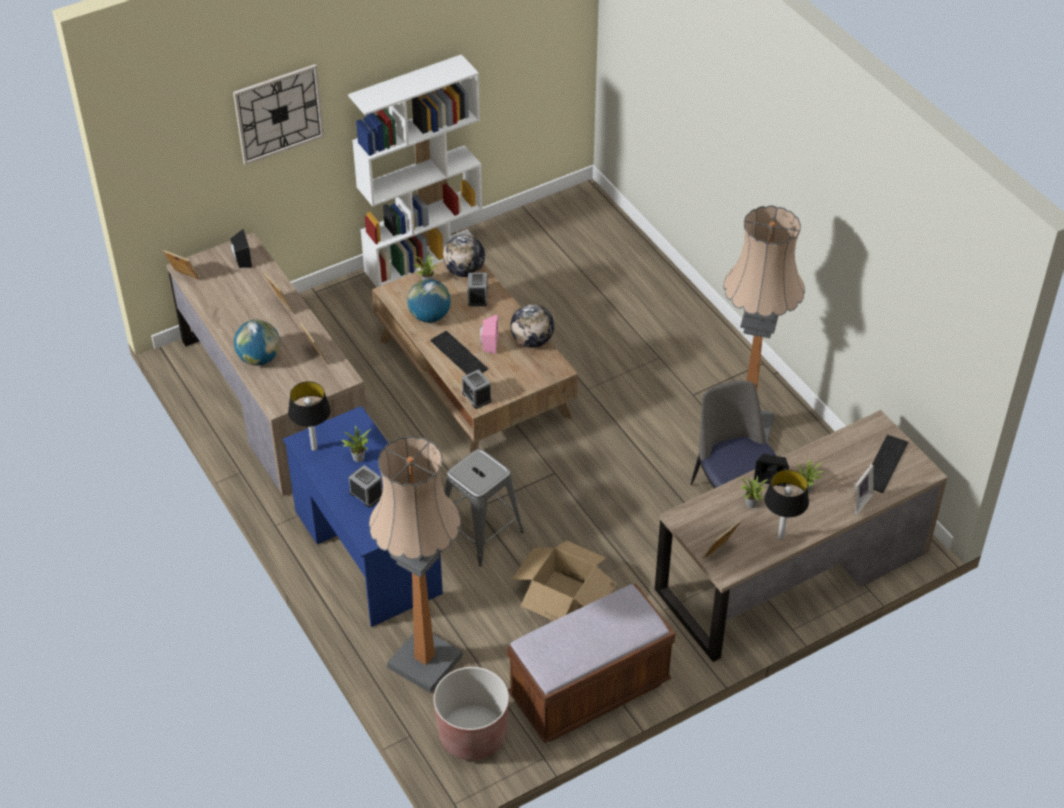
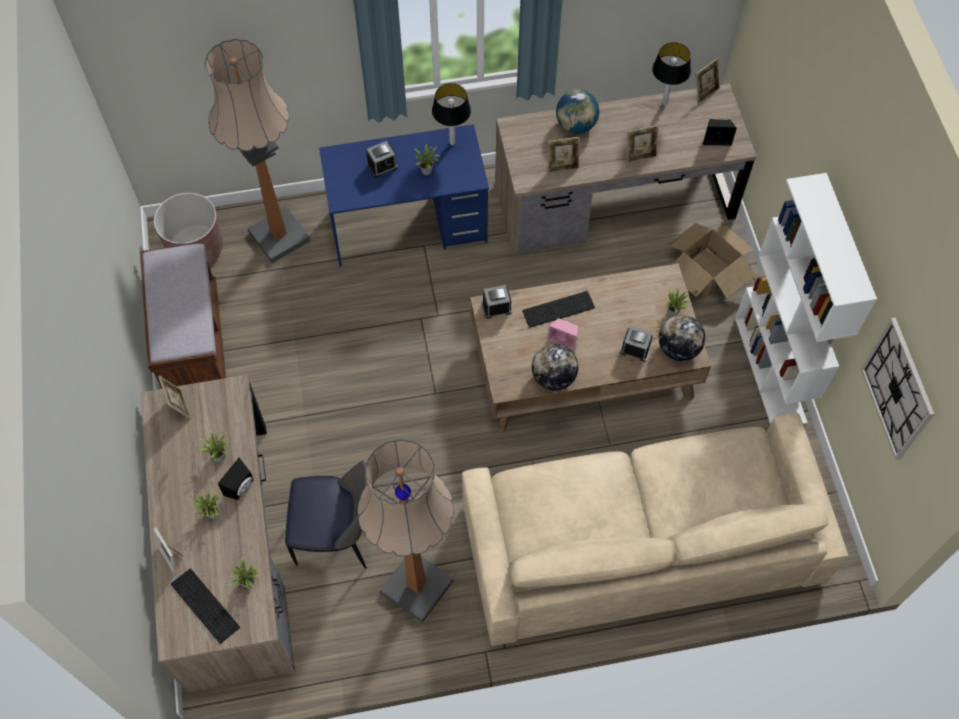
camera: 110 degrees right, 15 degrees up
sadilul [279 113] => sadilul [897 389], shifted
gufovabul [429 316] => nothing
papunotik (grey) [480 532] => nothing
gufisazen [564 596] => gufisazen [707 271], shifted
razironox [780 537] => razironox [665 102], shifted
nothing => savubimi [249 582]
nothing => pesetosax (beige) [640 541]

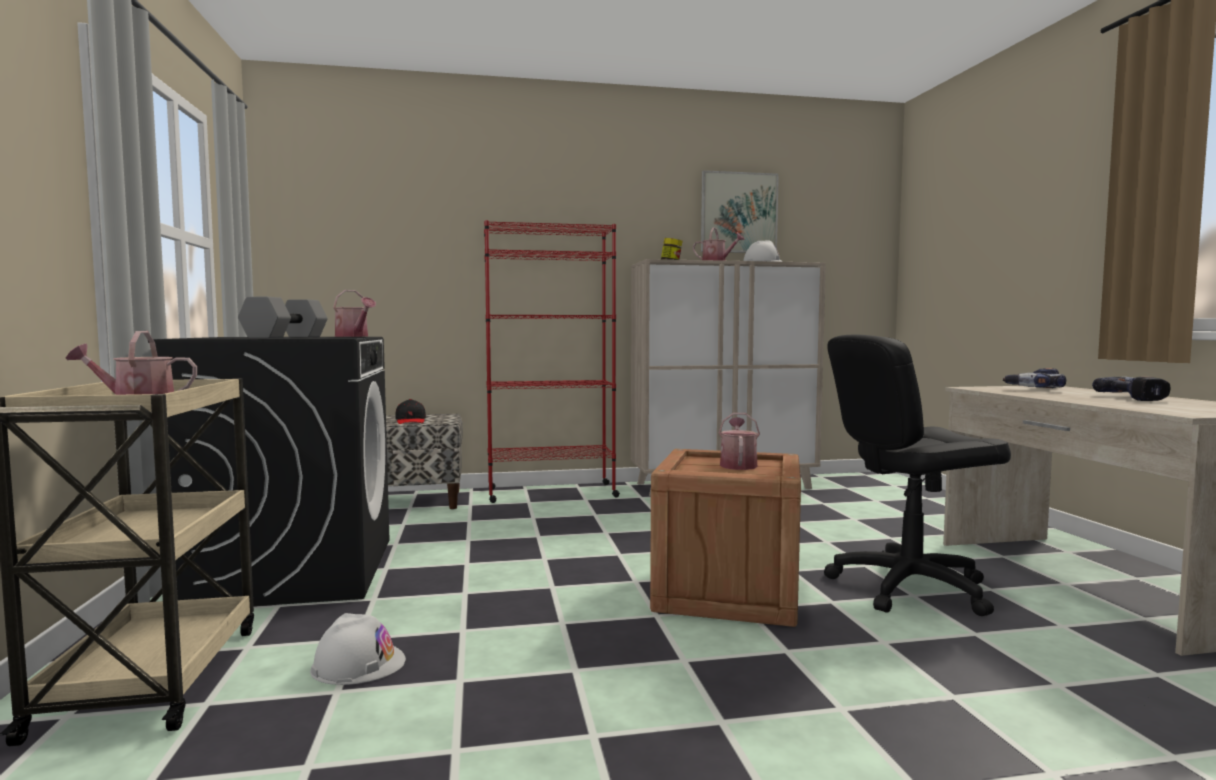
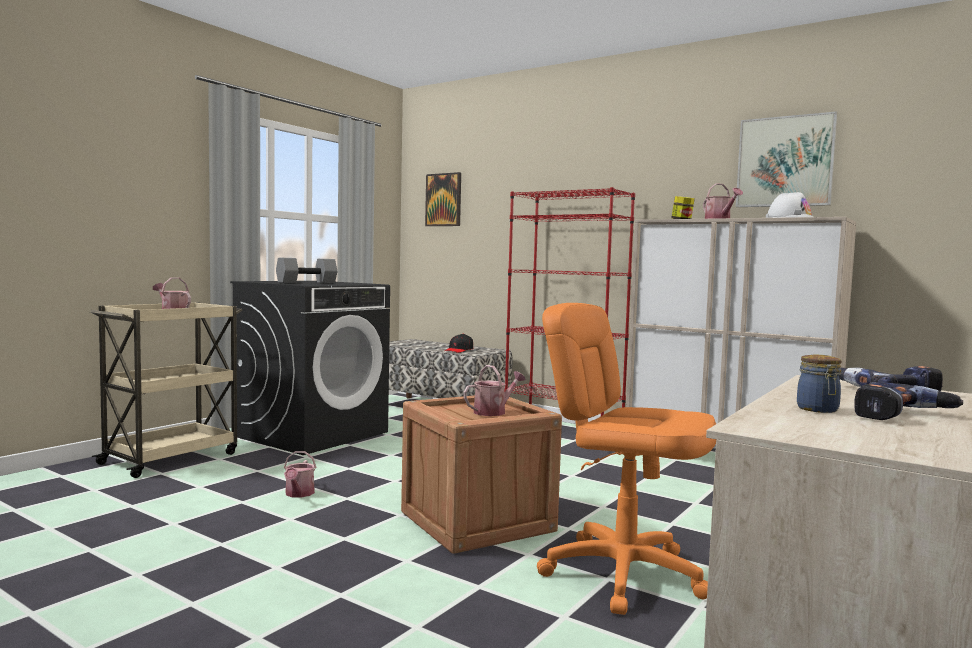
camera: 45 degrees right, 0 degrees up
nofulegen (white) [358 664] => nothing
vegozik [354 336] => vegozik [298 494], shifted
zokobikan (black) [909 587] => zokobikan (orange) [623 574]
nothing => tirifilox [443 200]
nothing => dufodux [818 409]

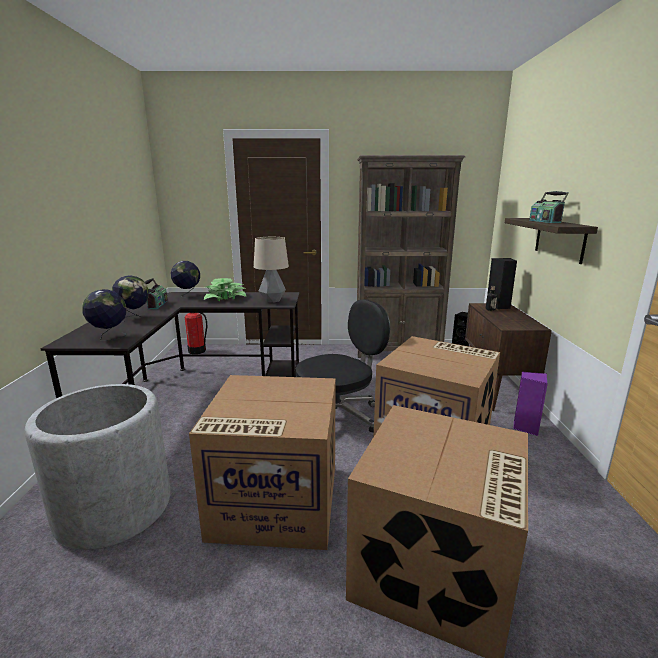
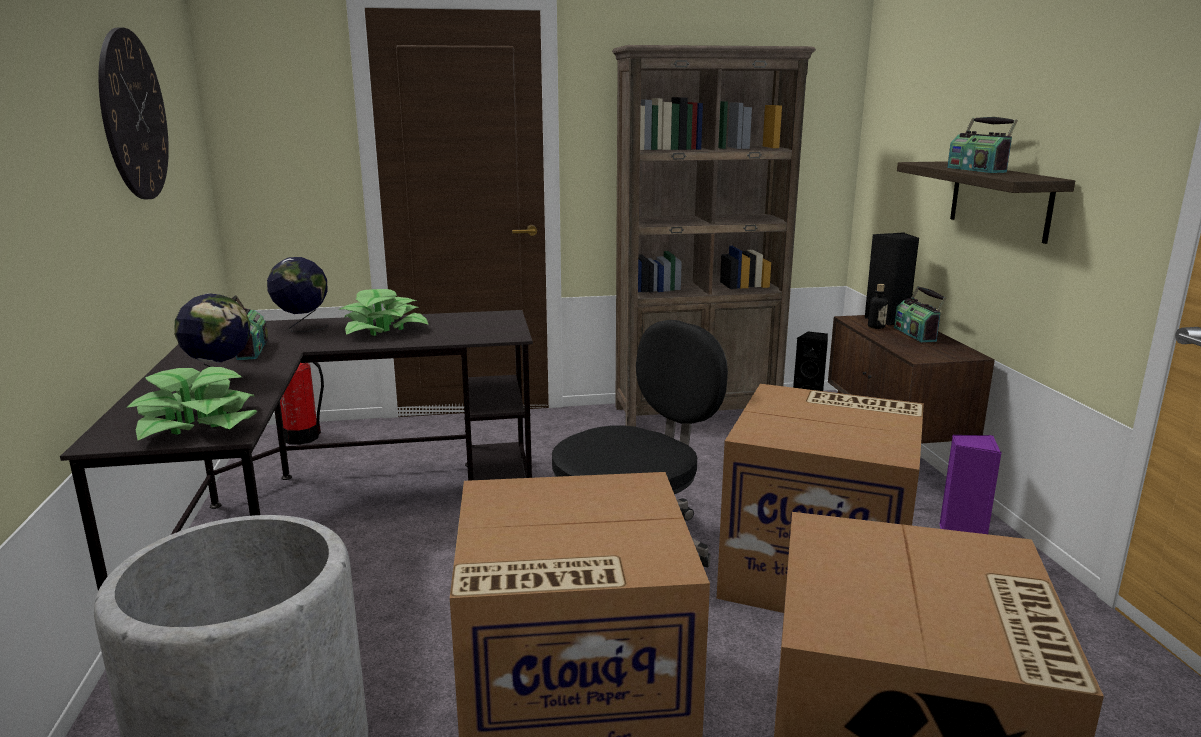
camera: 10 degrees left, 0 degrees up
gufovabul [109 337] => savubimi [197 424]
razironox [272 300] => nothing
nothing => sadilul [133 115]
nothing => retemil [916 334]

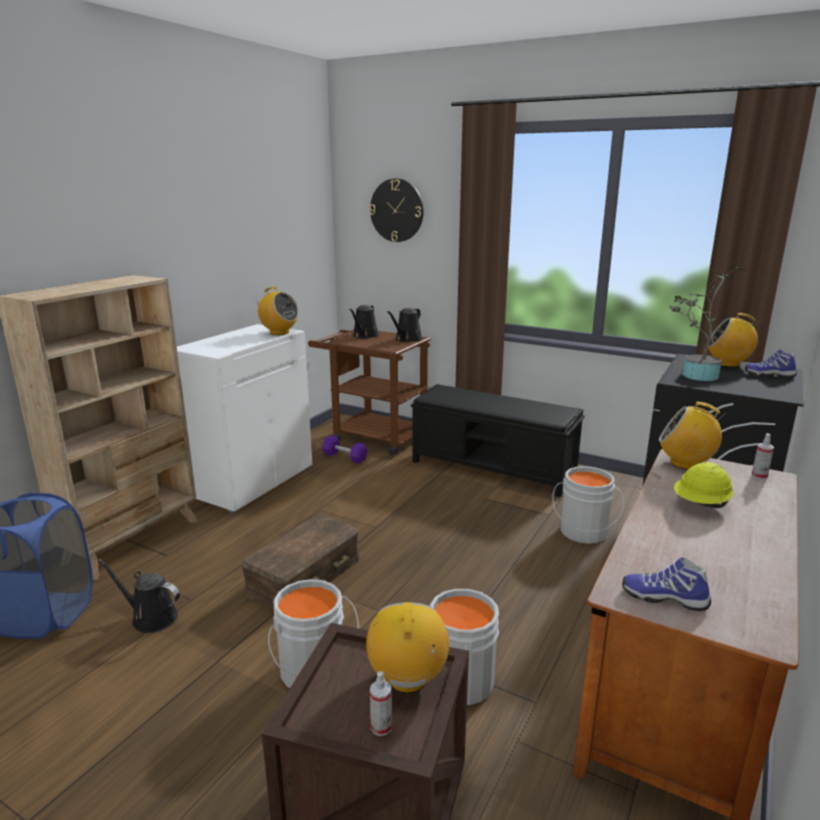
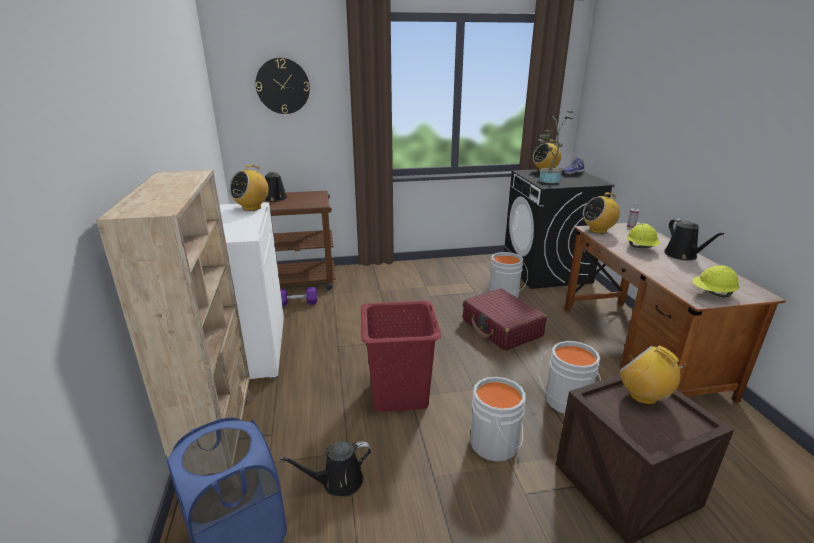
camera: 40 degrees left, 5 degrees up
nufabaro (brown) [303 576] => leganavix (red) [399 393]
retemil [279 332] => retemil [252 208], 135 degrees clockwise
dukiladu [381 727] => nothing
vegozik (black) [407 339] => vegozik (black) [682 255], shifted
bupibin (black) [494 468] => nothing
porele [664 597] => nofulegen (yellow) [712 294]
nothing => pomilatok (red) [501 328]

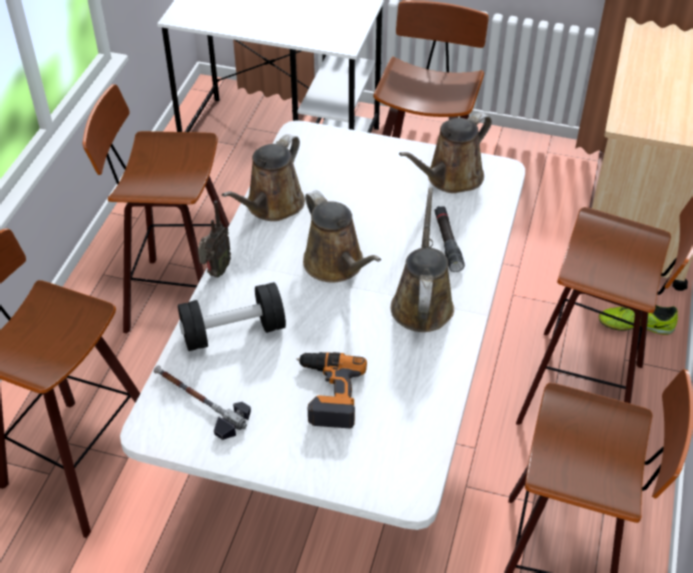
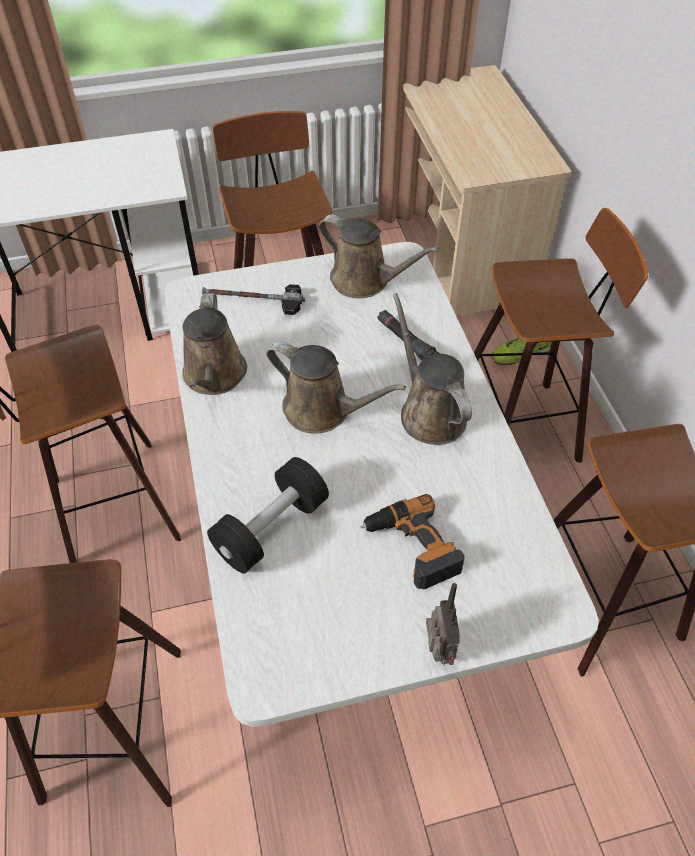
camera: 30 degrees left, 5 degrees up
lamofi [198 402] => lamofi [253 300], shifted
retemil [216 272] => retemil [438 652], shifted
vegozik (brown) [450 178] => vegozik (brown) [365 281], 75 degrees counterclockwise

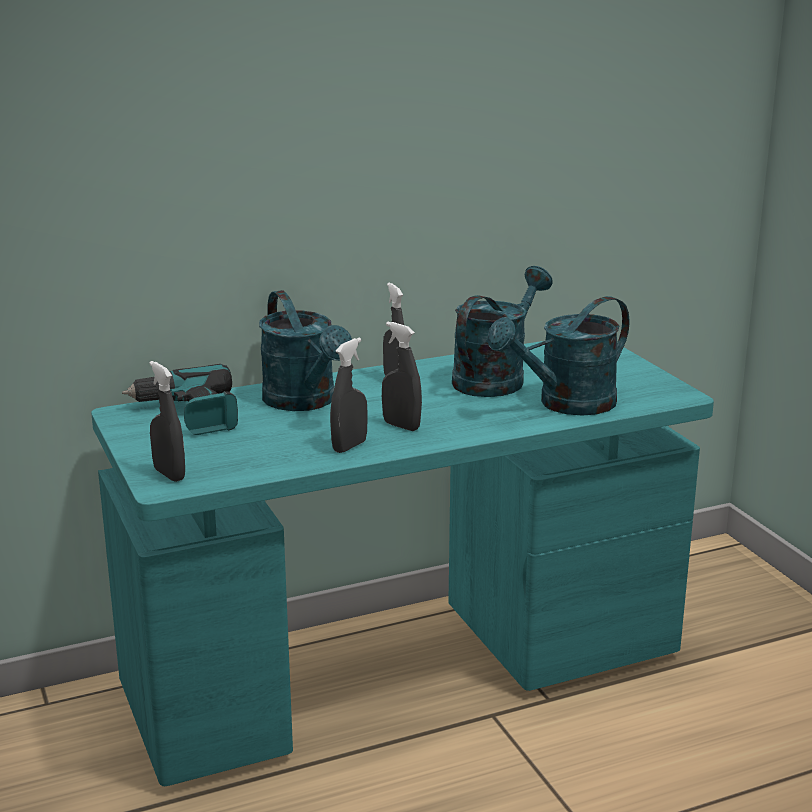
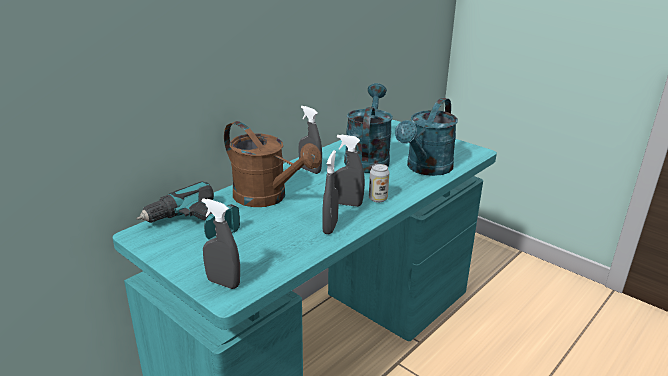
camera: 25 degrees left, 5 degrees up
vegozik (turquoise) [305 402] => vegozik (brown) [267 198]
nothing => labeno [378 199]

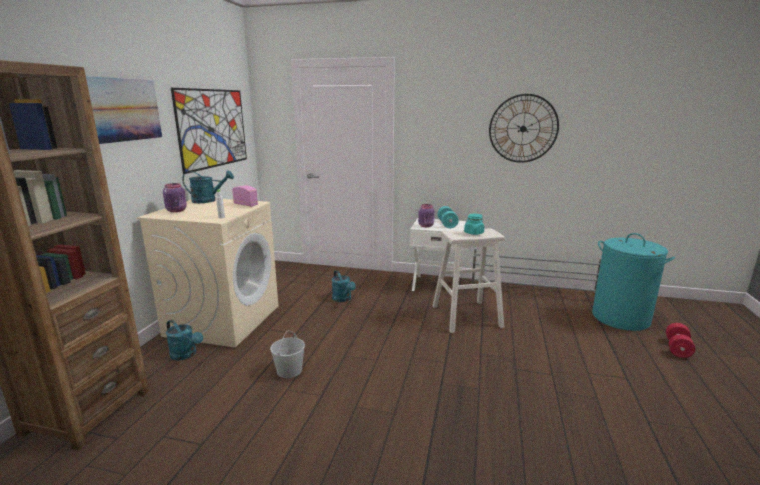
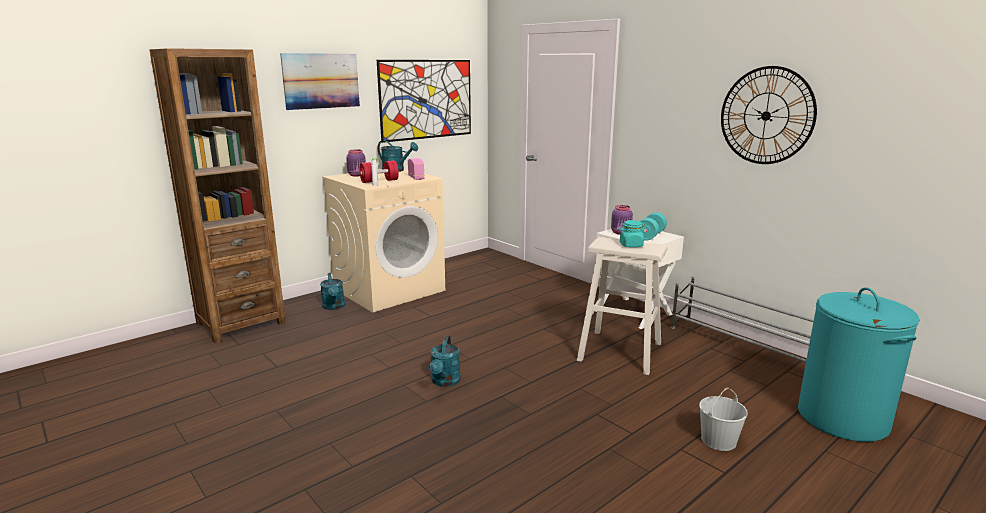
camera: 35 degrees right, 0 degrees up
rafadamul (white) [289 370] => rafadamul (white) [718 440], shifted
vegozik (turquoise) [343 299] => vegozik (turquoise) [445 382], shifted
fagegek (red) [677 348] => fagegek (red) [379 181], shifted

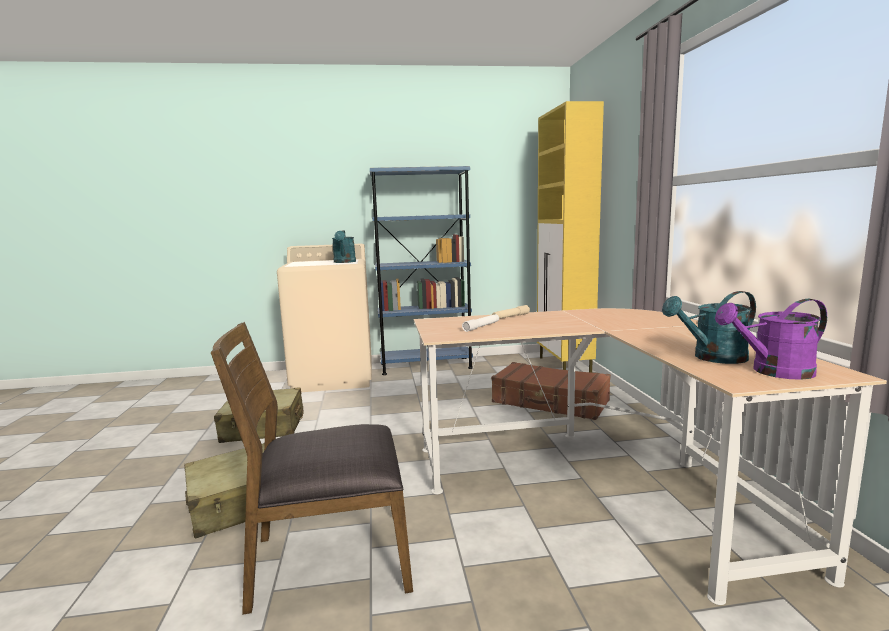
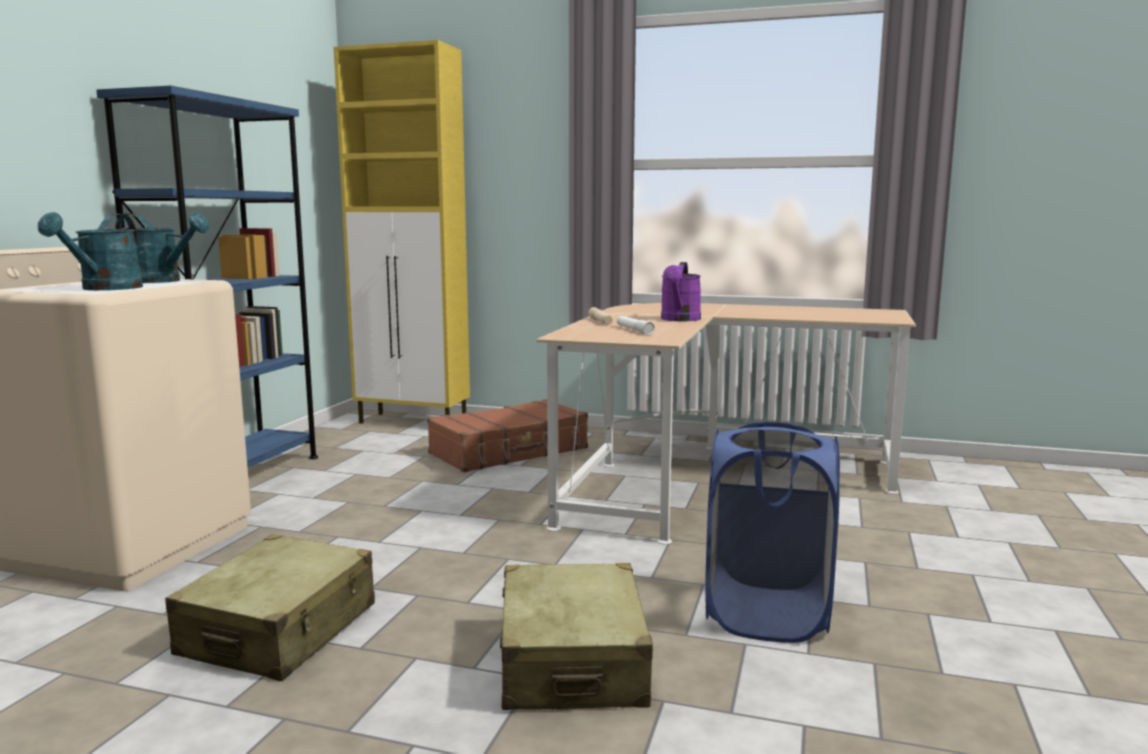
camera: 65 degrees left, 0 degrees up
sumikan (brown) [329 560] => leganavix (blue) [766 615]
vegozik (turquoise) [712 358] => vegozik (turquoise) [105 289], shifted
vegozik (purple) [774 372] => vegozik (purple) [679 320], shifted

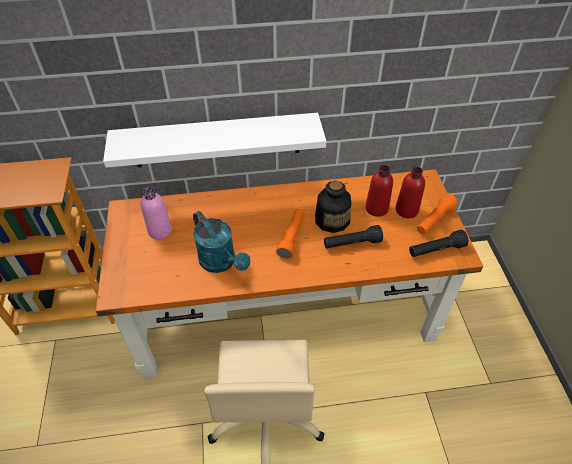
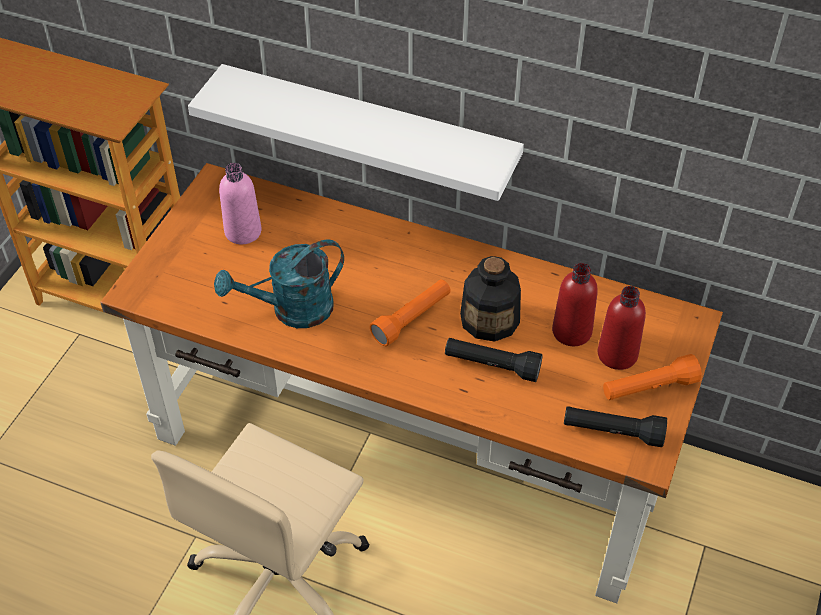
camera: 30 degrees right, 0 degrees up
vegozik (turquoise) [221 262] => vegozik (turquoise) [292 311], 75 degrees clockwise

